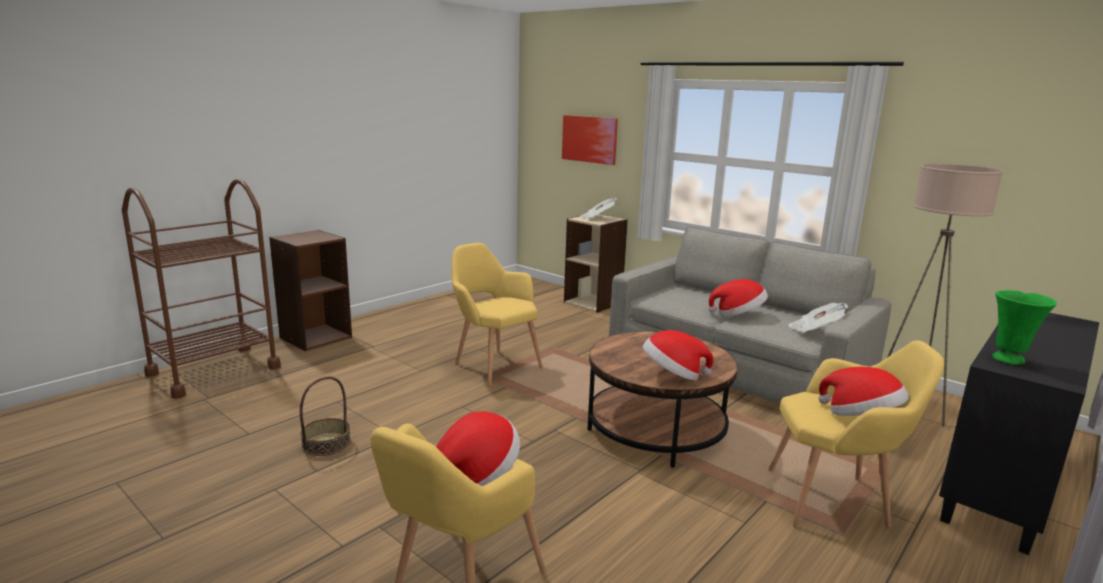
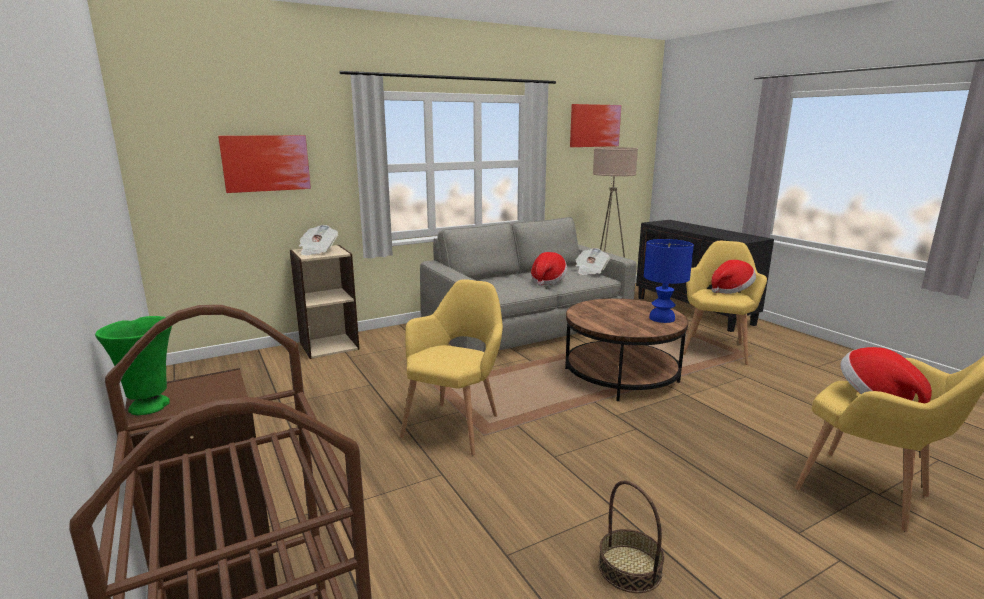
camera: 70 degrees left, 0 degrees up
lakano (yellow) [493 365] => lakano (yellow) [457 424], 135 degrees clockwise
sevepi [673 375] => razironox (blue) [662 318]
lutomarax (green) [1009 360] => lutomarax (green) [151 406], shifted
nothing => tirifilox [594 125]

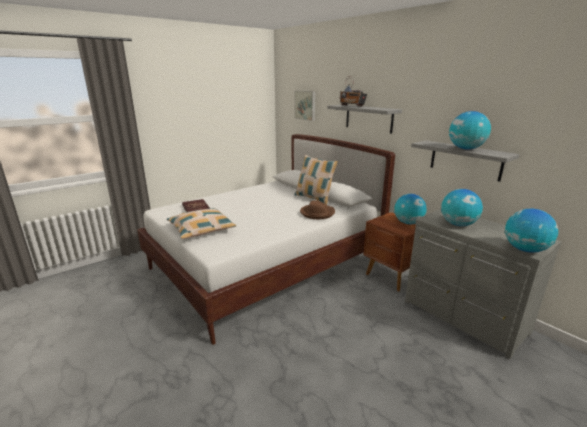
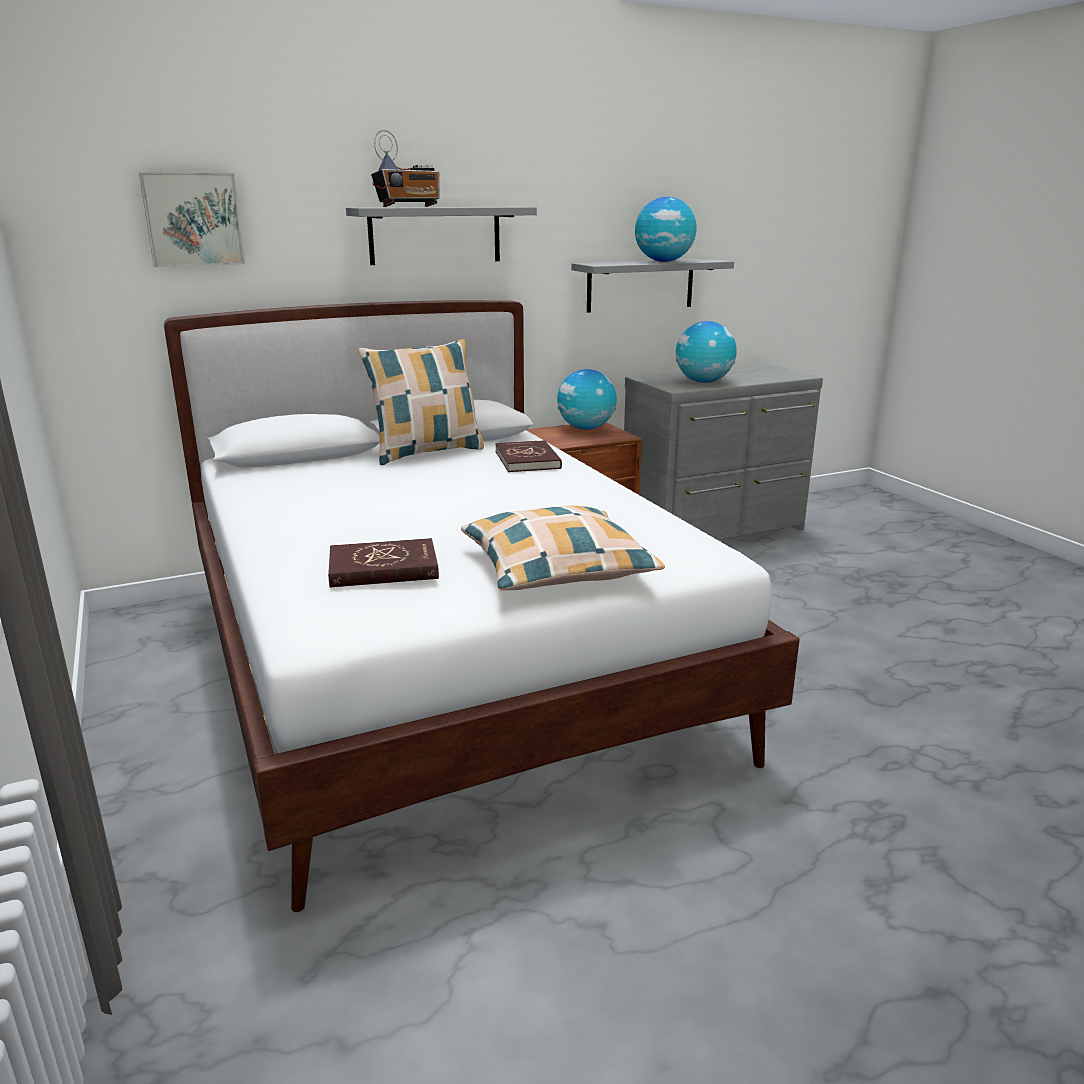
camera: 75 degrees left, 0 degrees up
sevepi (brown) [317 213] => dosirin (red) [528 460]
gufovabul [525 250] => nothing

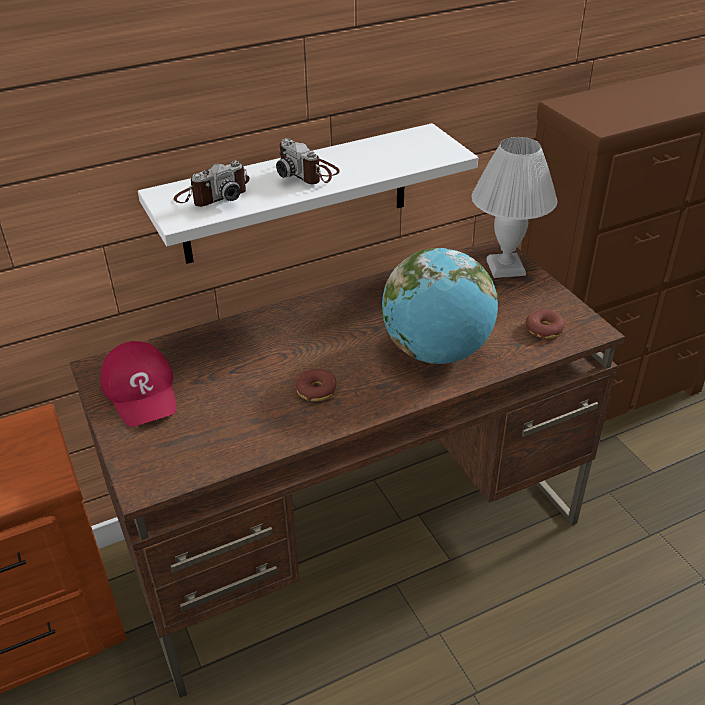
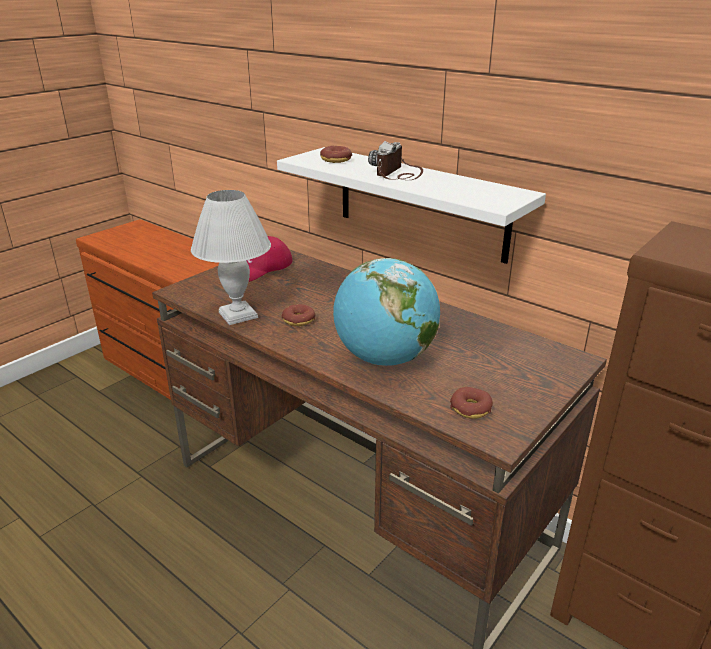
camera: 65 degrees right, 10 degrees down
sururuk [213 195] => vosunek [336 160]
razironox (white) [504 267] => razironox (white) [239 314], shifted

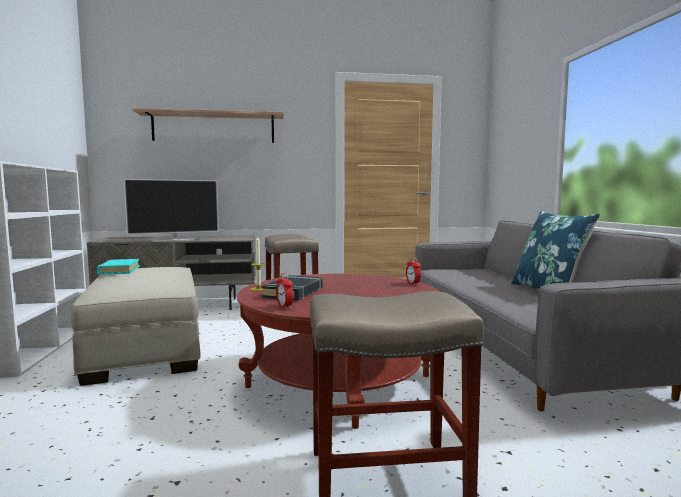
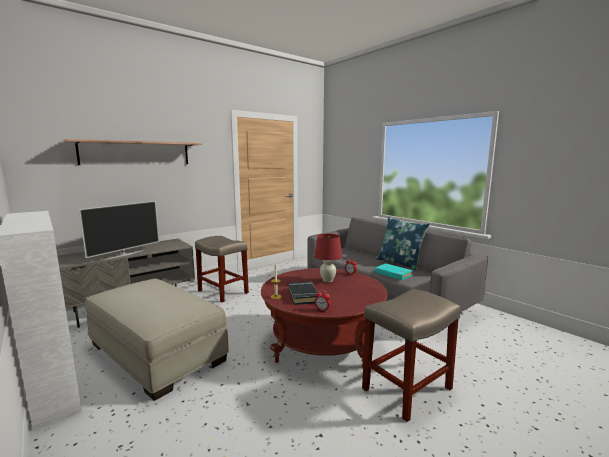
camera: 30 degrees left, 5 degrees up
dosirin (turquoise) [119 270] => dosirin (turquoise) [393 274], shifted
nothing => razironox (red) [327 280]

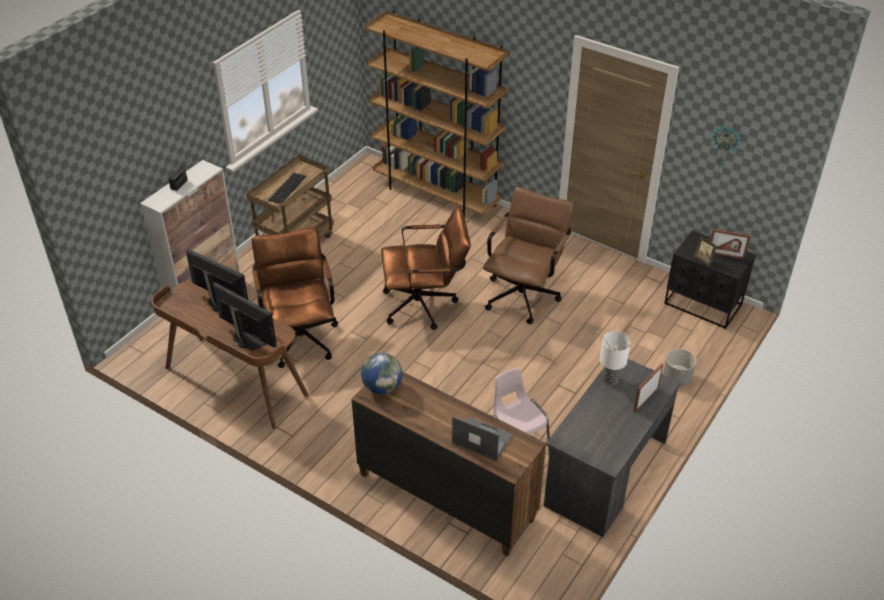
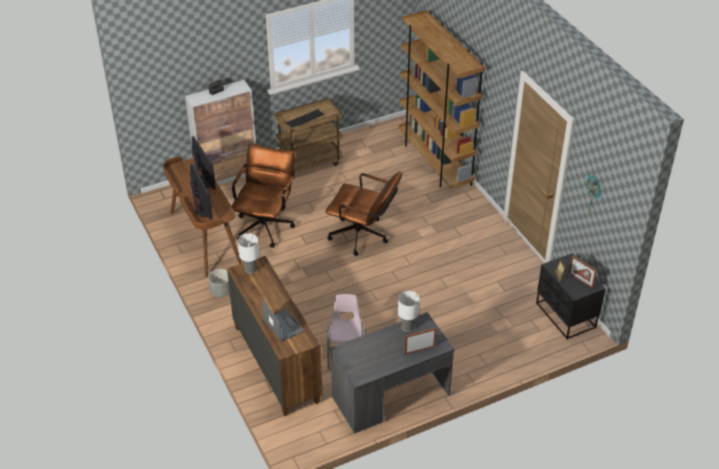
camera: 30 degrees right, 0 degrees up
gufovabul [382 387] => razironox [250 269]
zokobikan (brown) [524 293] => nothing
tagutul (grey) [676 378] => tagutul (grey) [221 291], shifted

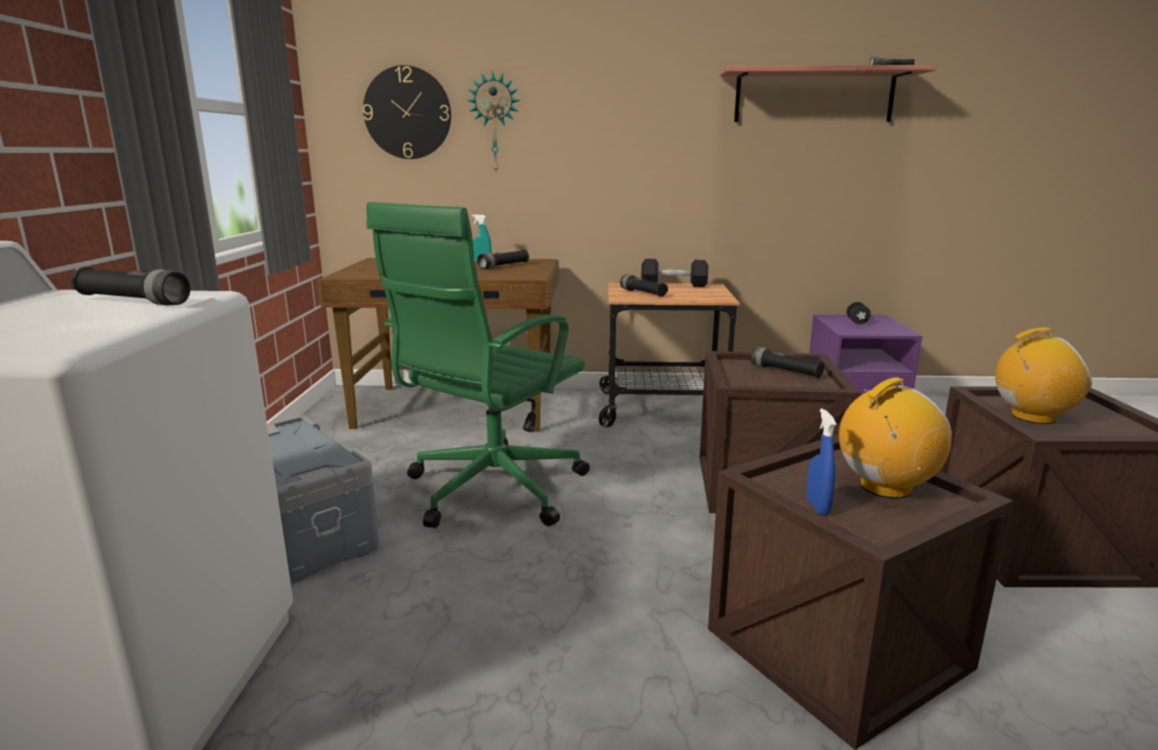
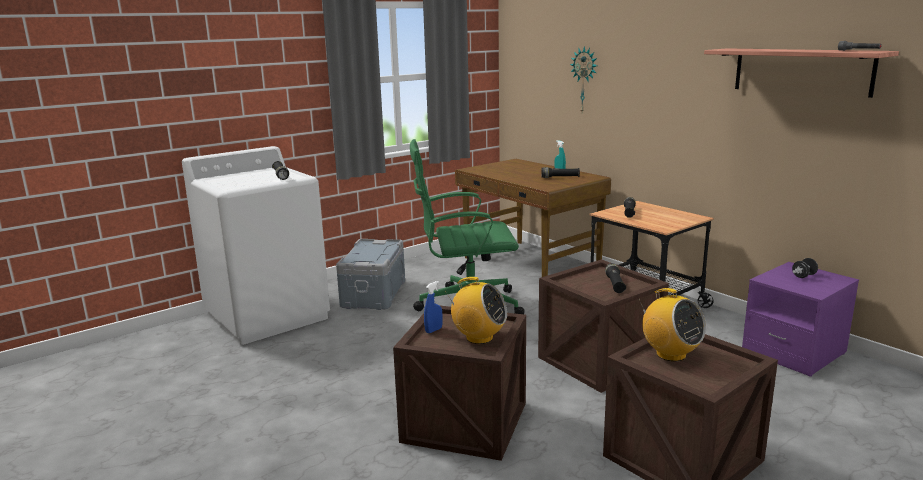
camera: 50 degrees right, 0 degrees up
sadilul [407 113] => nothing
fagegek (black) [674 284] => nothing

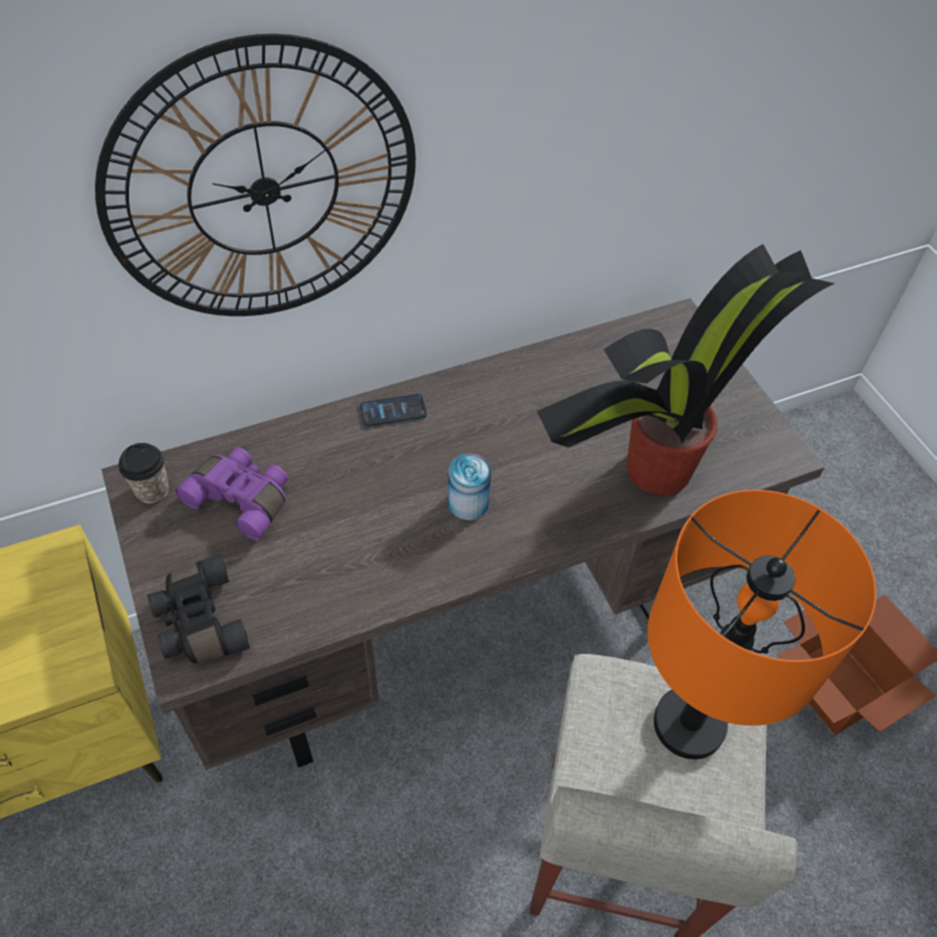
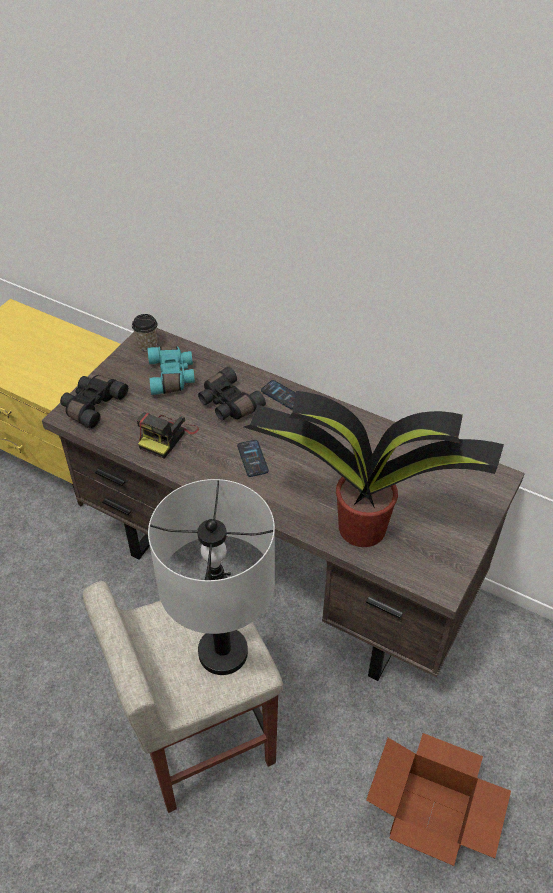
camera: 55 degrees right, 5 degrees down
sadilul [264 190] => nothing
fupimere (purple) [243 498] => fupimere (turquoise) [172 376]
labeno [468 503] => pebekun [252 458]
razironox (orange) [689 724] => razironox (grey) [223 652]
nothing => sururuk [167 436]
nothing => fupimere (black) [228 404]

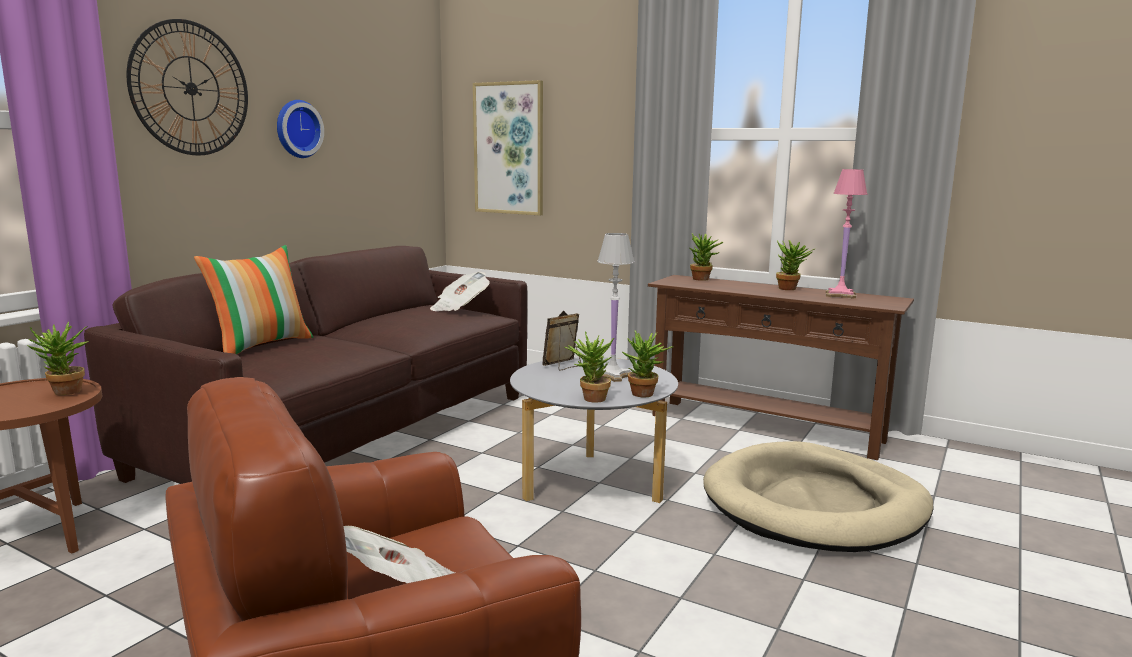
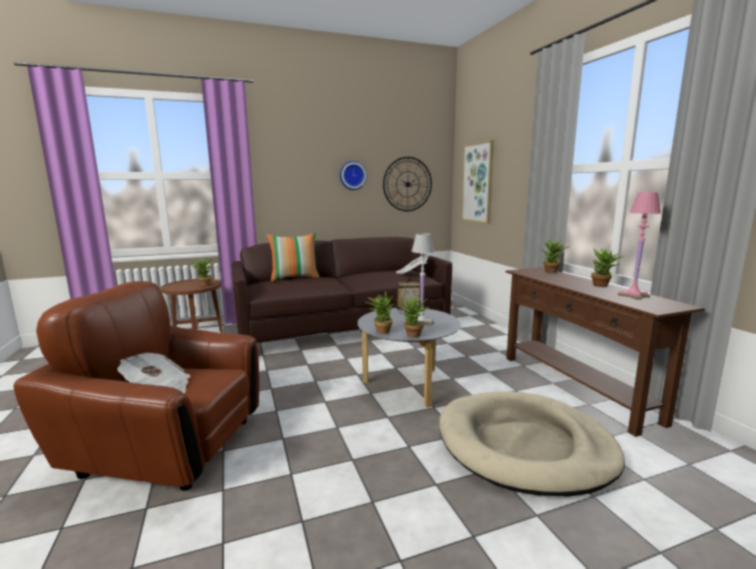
camera: 40 degrees right, 0 degrees up
sadilul [191 88] => sadilul [407 184], shifted

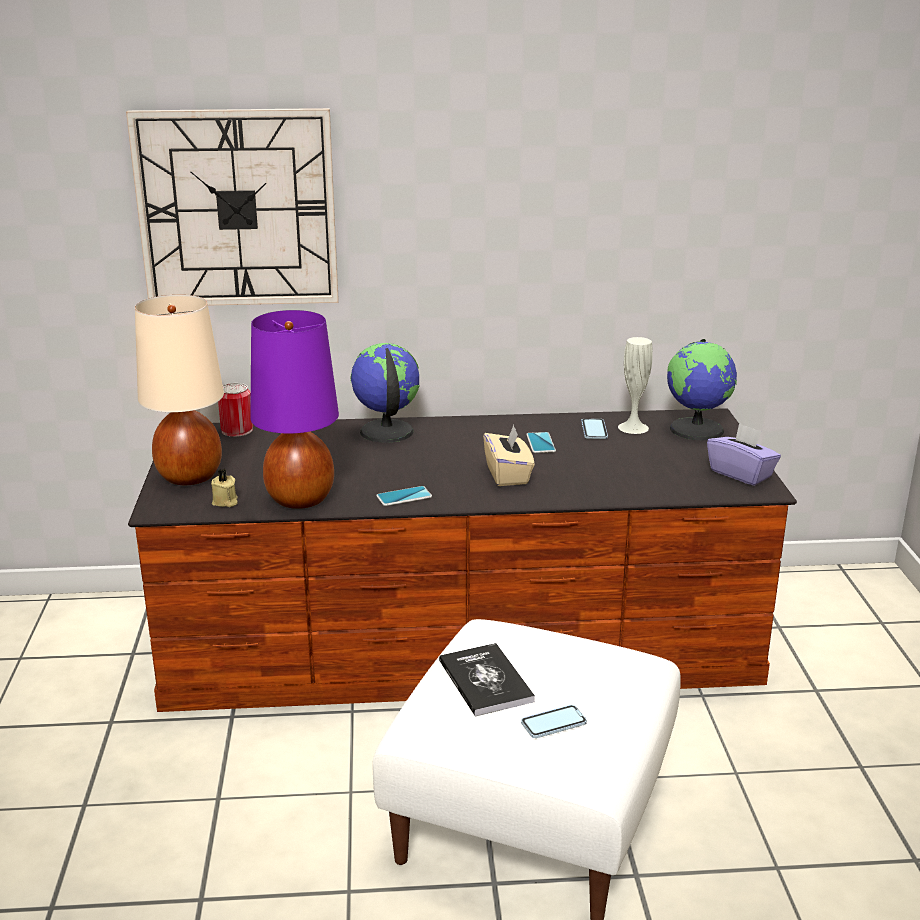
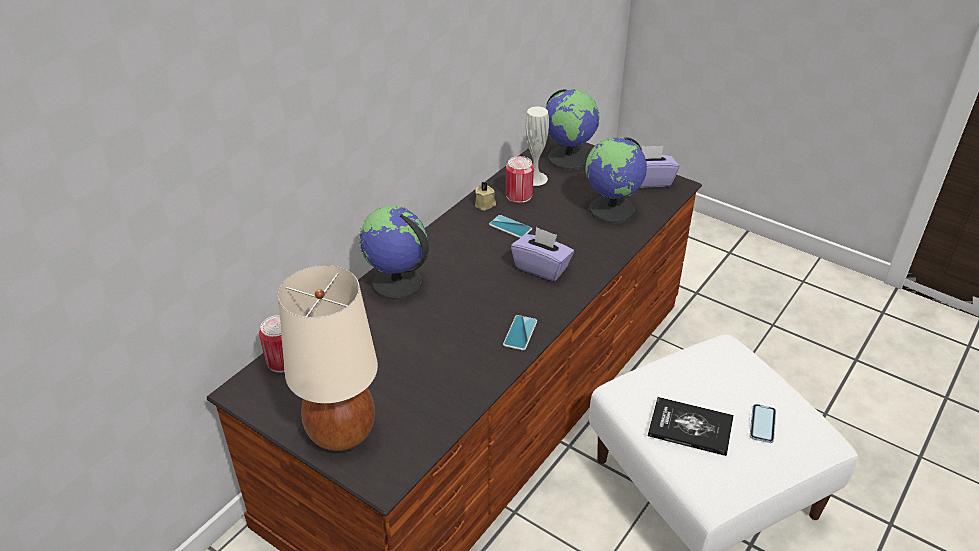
camera: 50 degrees left, 15 degrees up
sadilul [237 209] => nothing
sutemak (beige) [225 502] => sutemak (beige) [485 204], shifted
razironox (purple) [300 499] => nothing
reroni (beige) [508 475] => reroni (purple) [542 267]
pebekun [594 430] => labeno [519 195]
nothing => gufovabul [612 210]

